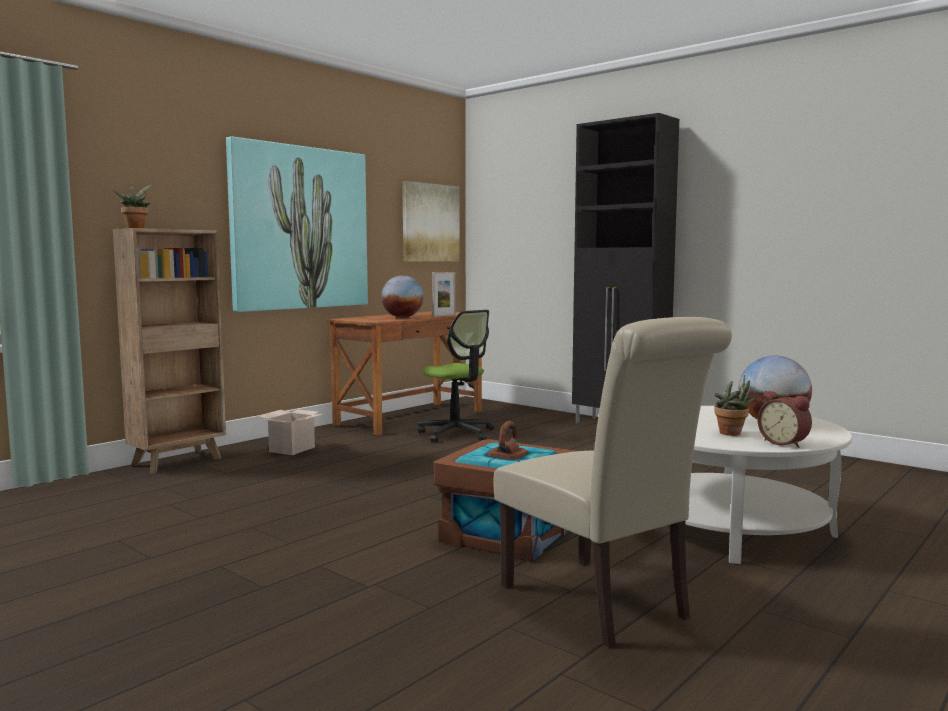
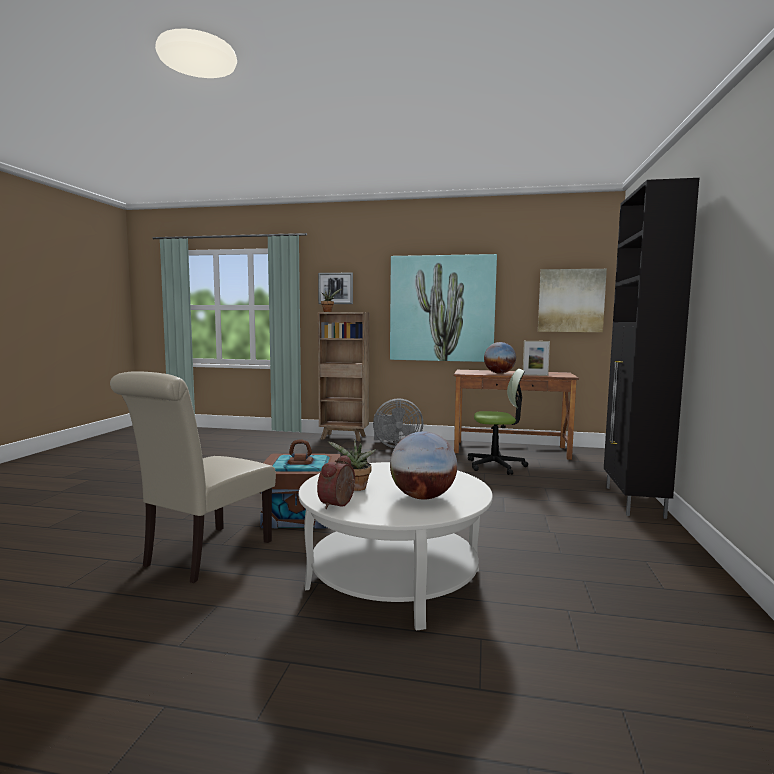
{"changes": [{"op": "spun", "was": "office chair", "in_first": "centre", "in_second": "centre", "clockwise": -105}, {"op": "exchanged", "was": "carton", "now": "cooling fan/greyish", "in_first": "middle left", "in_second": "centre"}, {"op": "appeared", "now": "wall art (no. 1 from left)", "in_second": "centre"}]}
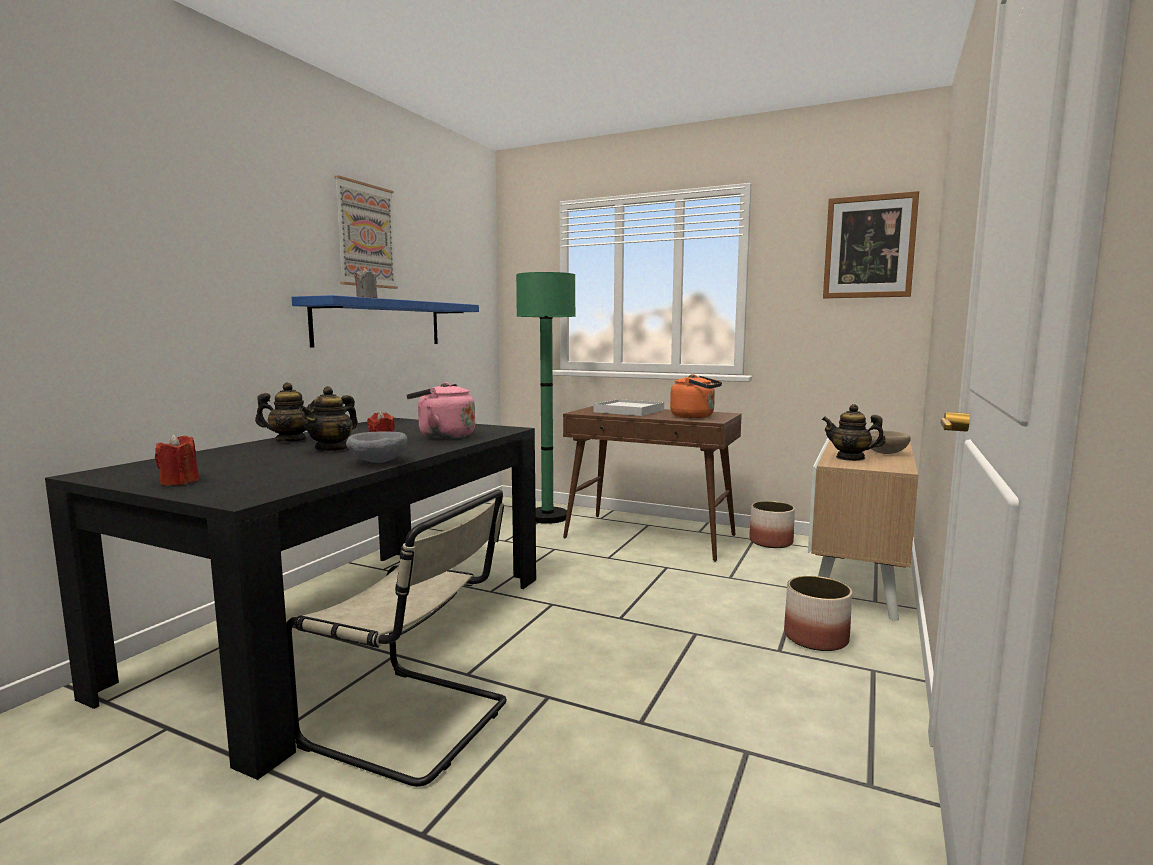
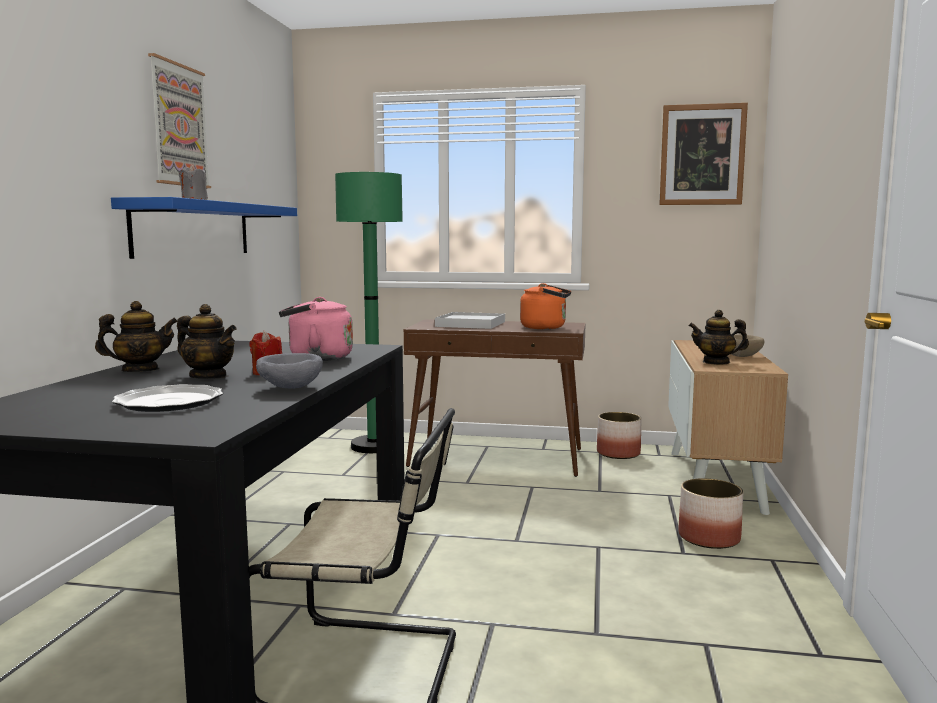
{"changes": [{"op": "spun", "was": "teapot (no. 2 from left)", "in_first": "middle left", "in_second": "middle left", "clockwise": -75}, {"op": "missing", "was": "wax light/red-coloured (no. 1 from left)", "in_first": "middle left"}, {"op": "appeared", "now": "flat dish", "in_second": "middle left"}]}
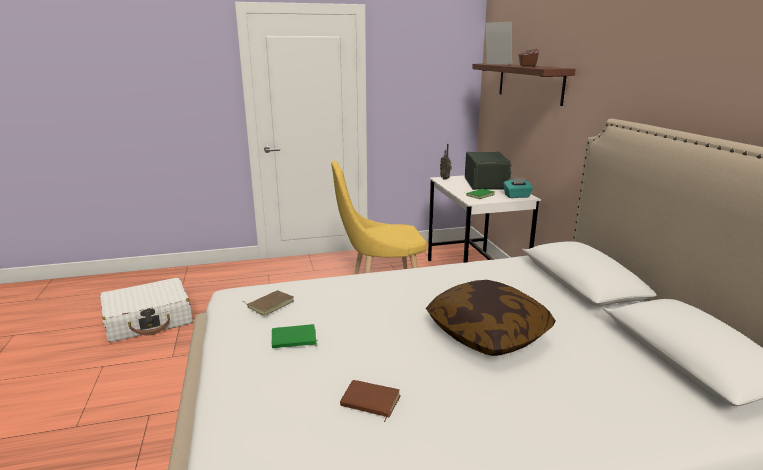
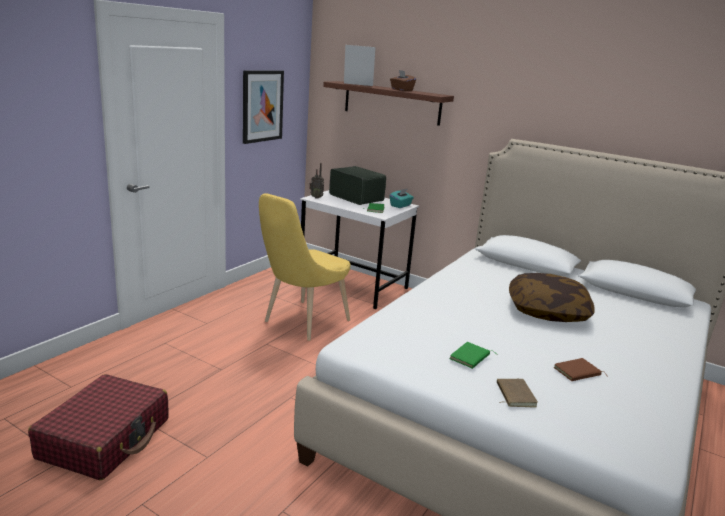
{"changes": [{"op": "colour", "was": "travel case/white", "now": "travel case/red-coloured", "in_first": "middle left", "in_second": "bottom left"}, {"op": "relocated", "was": "book/brown-coloured (no. 1 from left)", "in_first": "centre", "in_second": "bottom right"}, {"op": "appeared", "now": "wall art", "in_second": "top centre"}]}
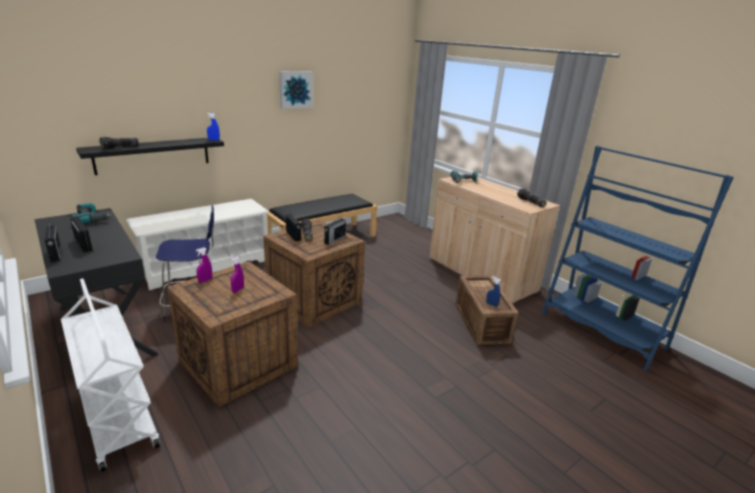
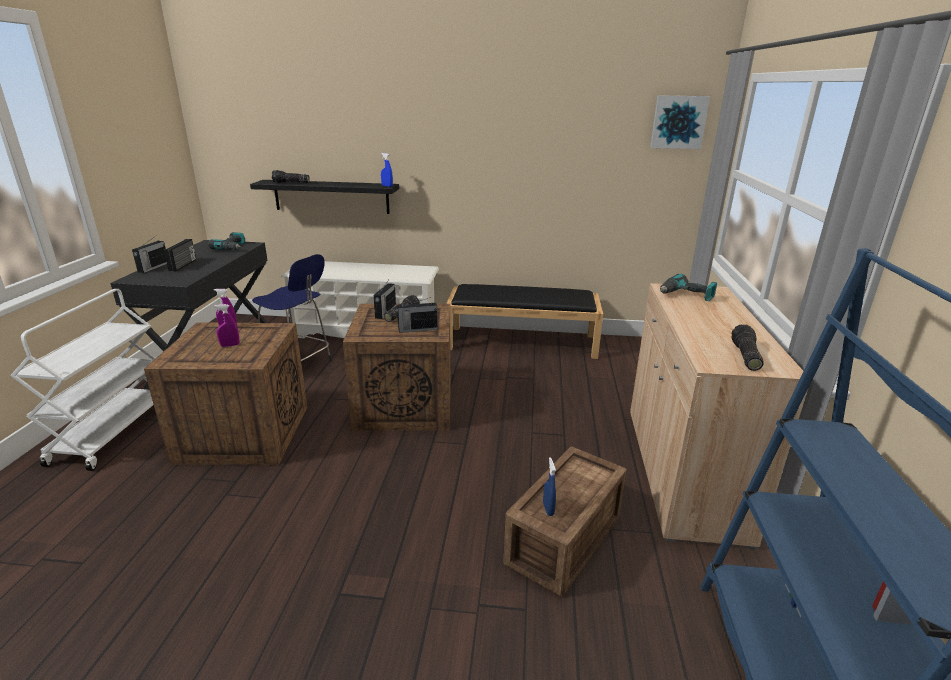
{"changes": [{"op": "relocated", "was": "wall art", "in_first": "top centre", "in_second": "top right"}]}
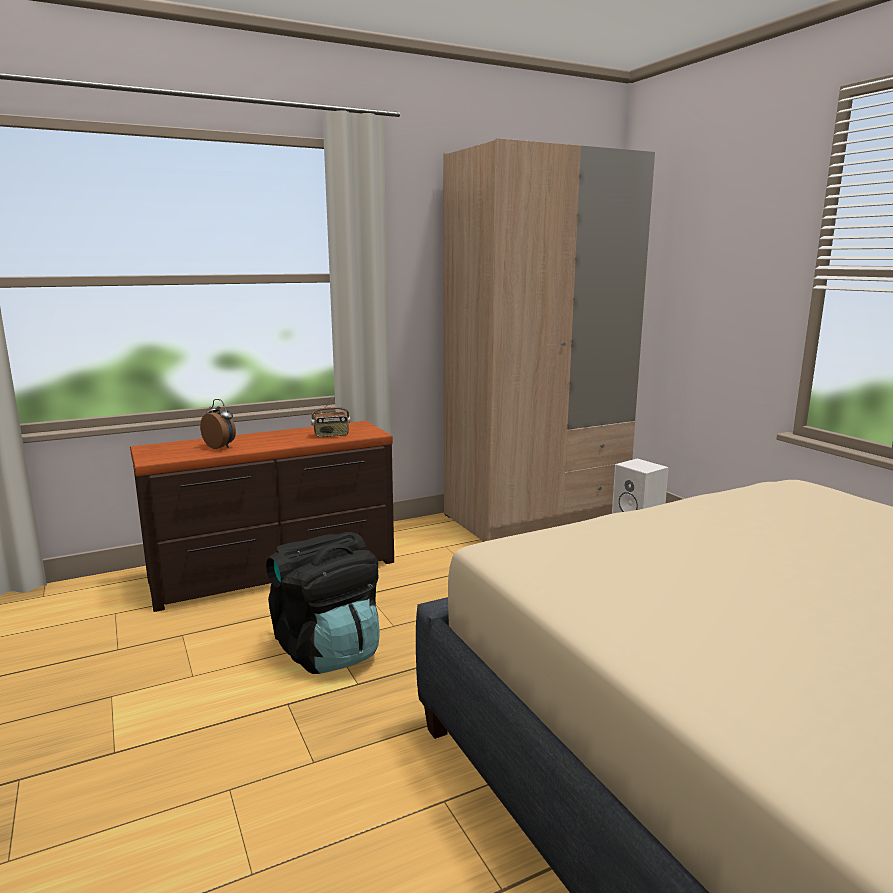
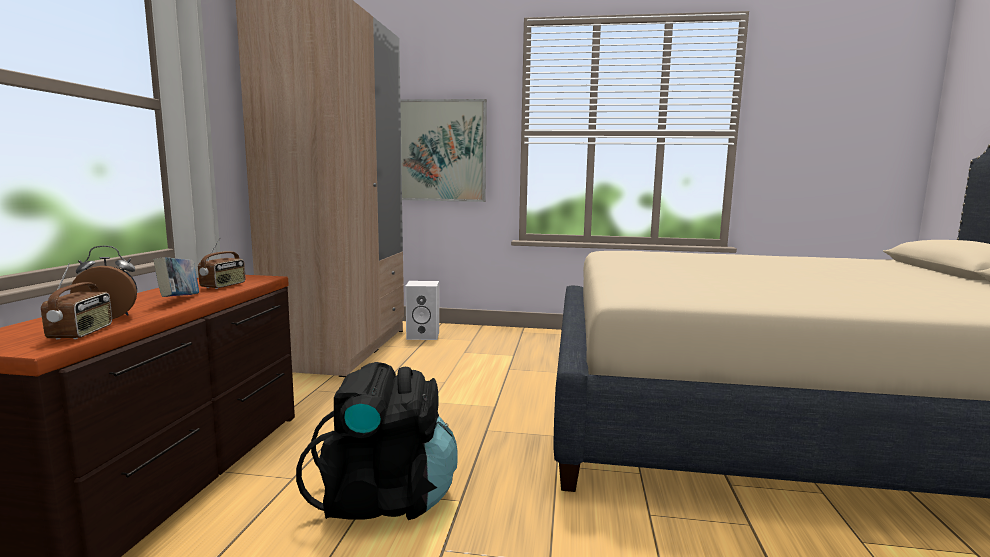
{"changes": [{"op": "appeared", "now": "wall art", "in_second": "top centre"}, {"op": "appeared", "now": "book", "in_second": "middle left"}, {"op": "appeared", "now": "radio (no. 1 from left)", "in_second": "middle left"}]}
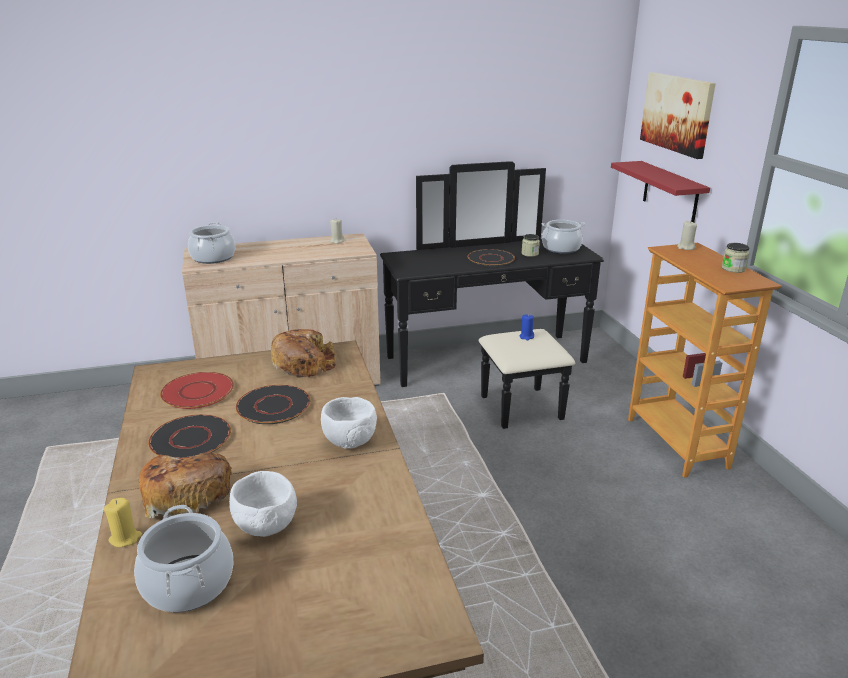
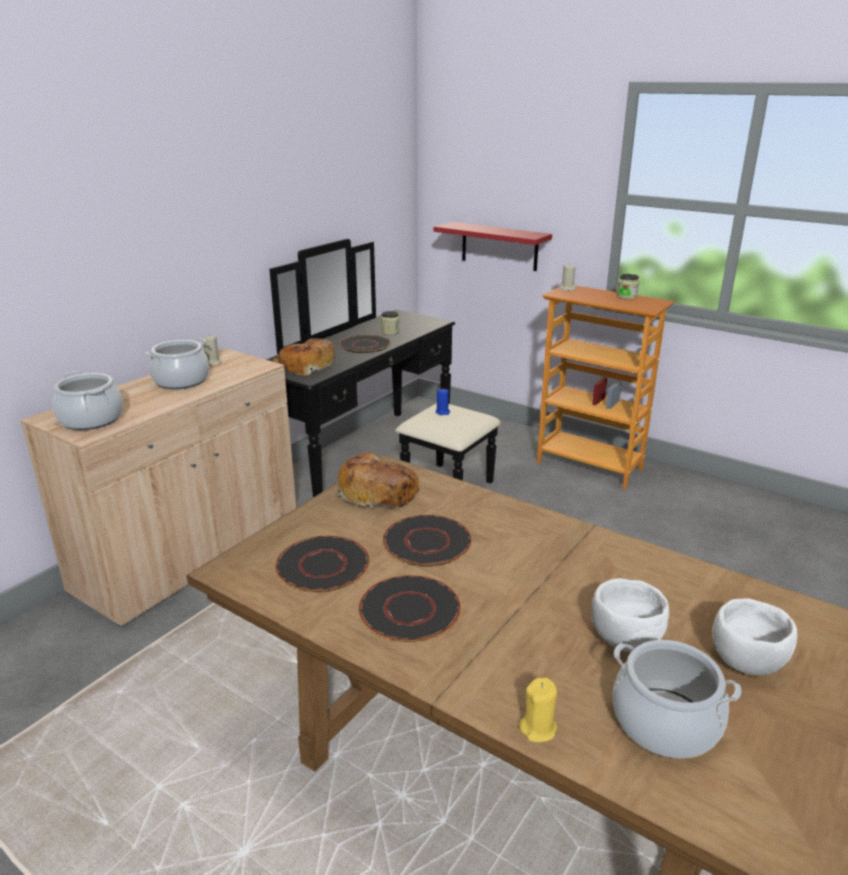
{"changes": [{"op": "missing", "was": "wall art", "in_first": "top right"}, {"op": "relocated", "was": "stockpot (no. 3 from left in the first image)", "now": "stockpot (no. 2 from left)", "in_first": "centre", "in_second": "middle left"}, {"op": "colour", "was": "flat dish/red-coloured", "now": "flat dish/blackish (no. 1 from left)", "in_first": "middle left", "in_second": "centre"}, {"op": "relocated", "was": "bowl/white (no. 2 from left)", "in_first": "centre", "in_second": "bottom right"}, {"op": "relocated", "was": "bakery bread (no. 1 from left)", "in_first": "bottom left", "in_second": "centre"}]}
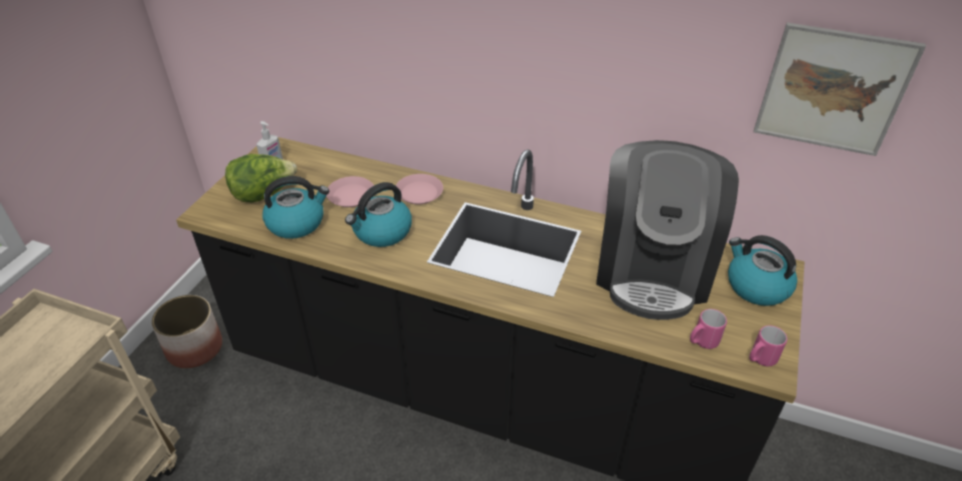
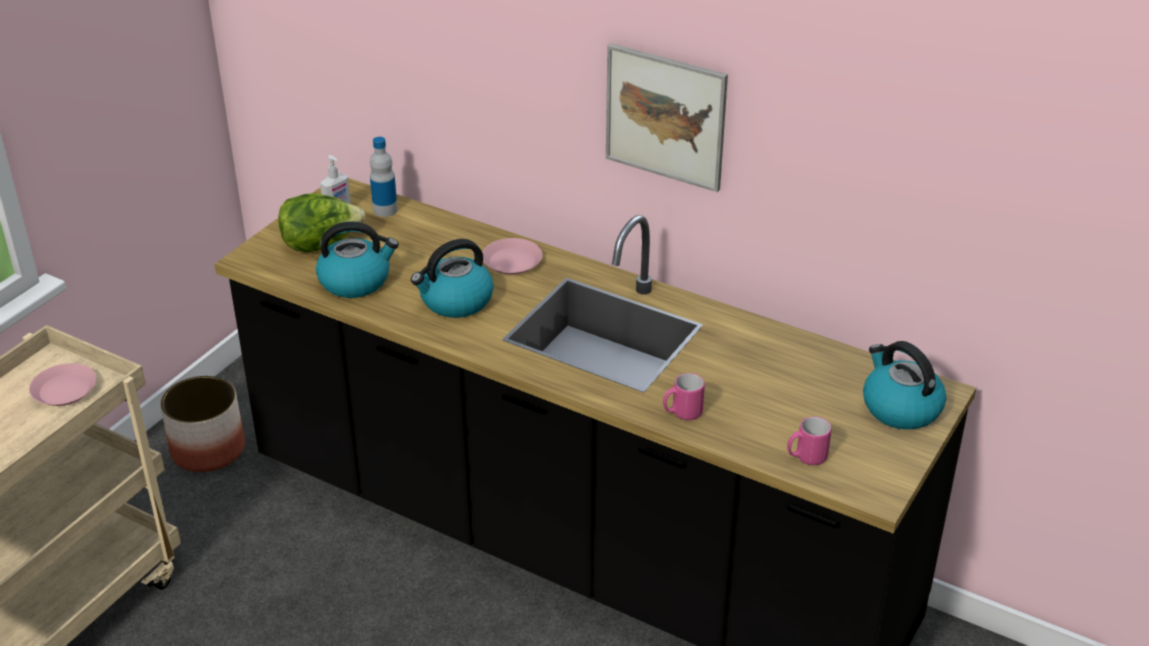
{"changes": [{"op": "relocated", "was": "wall art", "in_first": "top right", "in_second": "top centre"}, {"op": "missing", "was": "coffee maker", "in_first": "middle right"}, {"op": "relocated", "was": "flat dish/pink (no. 1 from left)", "in_first": "centre", "in_second": "middle left"}, {"op": "relocated", "was": "tea mug/pink (no. 2 from left in the first image)", "now": "tea mug/pink (no. 1 from left)", "in_first": "bottom right", "in_second": "centre"}, {"op": "appeared", "now": "beverage bottle", "in_second": "top centre"}]}
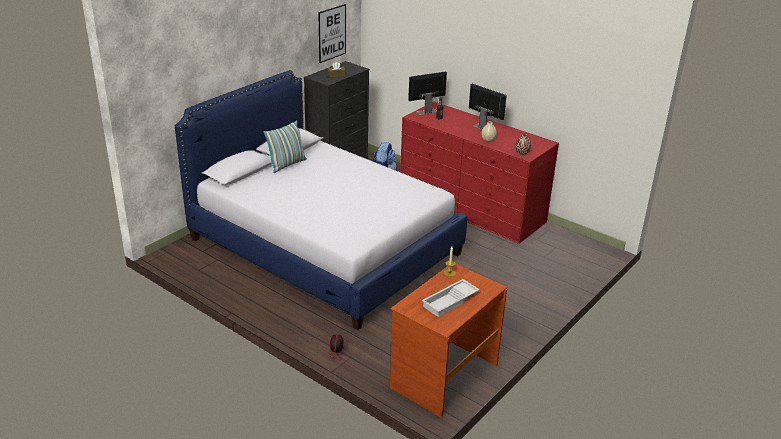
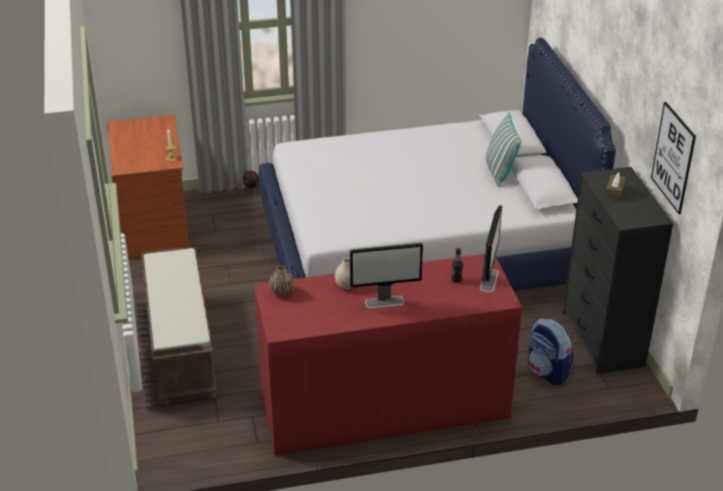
{"changes": [{"op": "missing", "was": "tray/white", "in_first": "bottom centre"}, {"op": "appeared", "now": "bench/brown-coloured", "in_second": "middle left"}]}
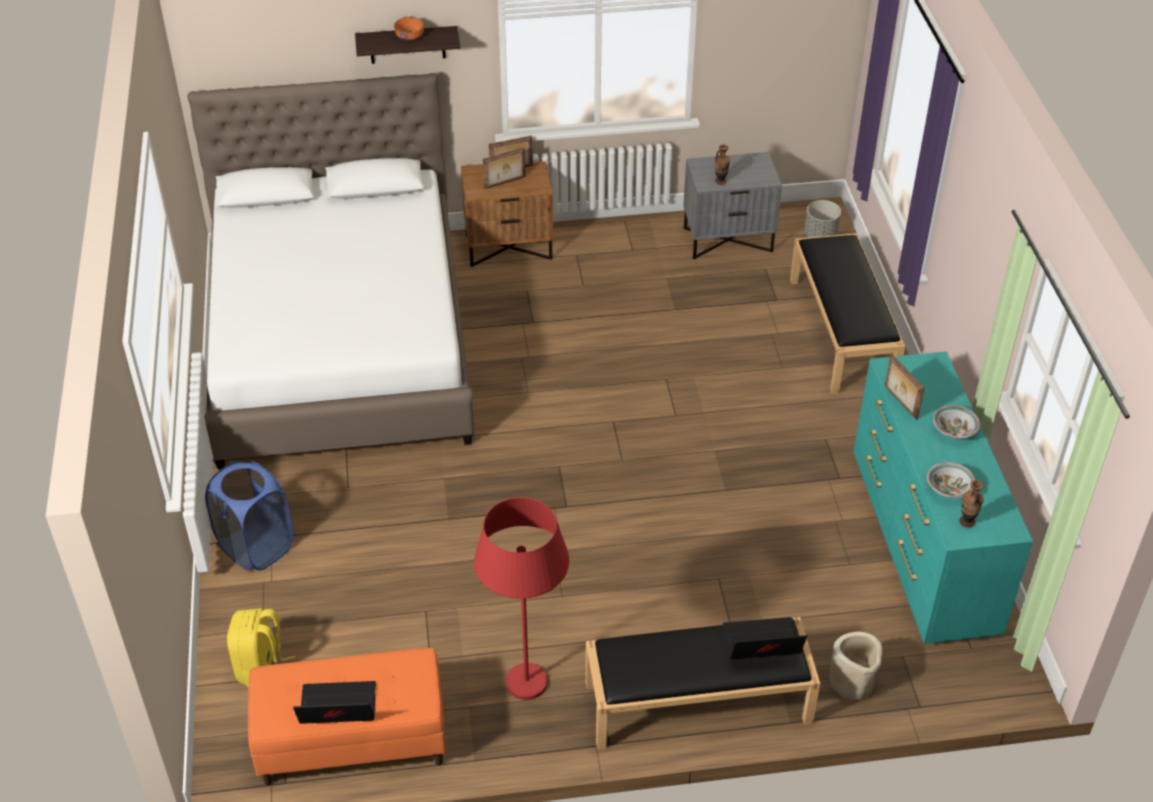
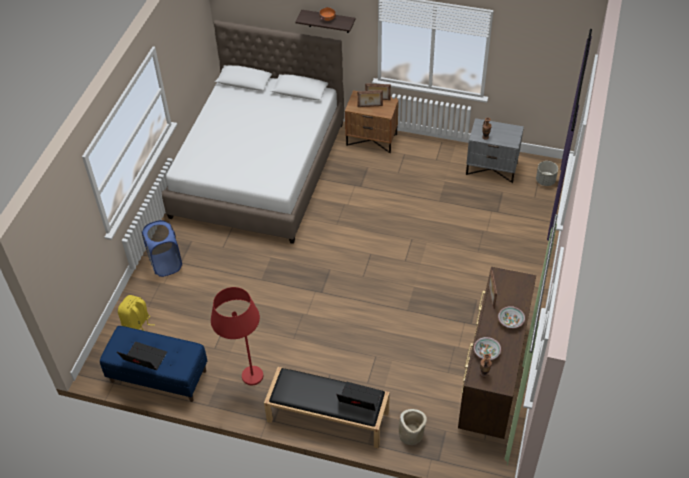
{"changes": [{"op": "missing", "was": "bench/blackish (no. 2 from left)", "in_first": "middle right"}, {"op": "colour", "was": "dresser/turquoise", "now": "dresser/brown-coloured", "in_first": "middle right", "in_second": "bottom right"}, {"op": "colour", "was": "bench/orange", "now": "bench/blue-coloured", "in_first": "bottom left", "in_second": "bottom left"}]}
